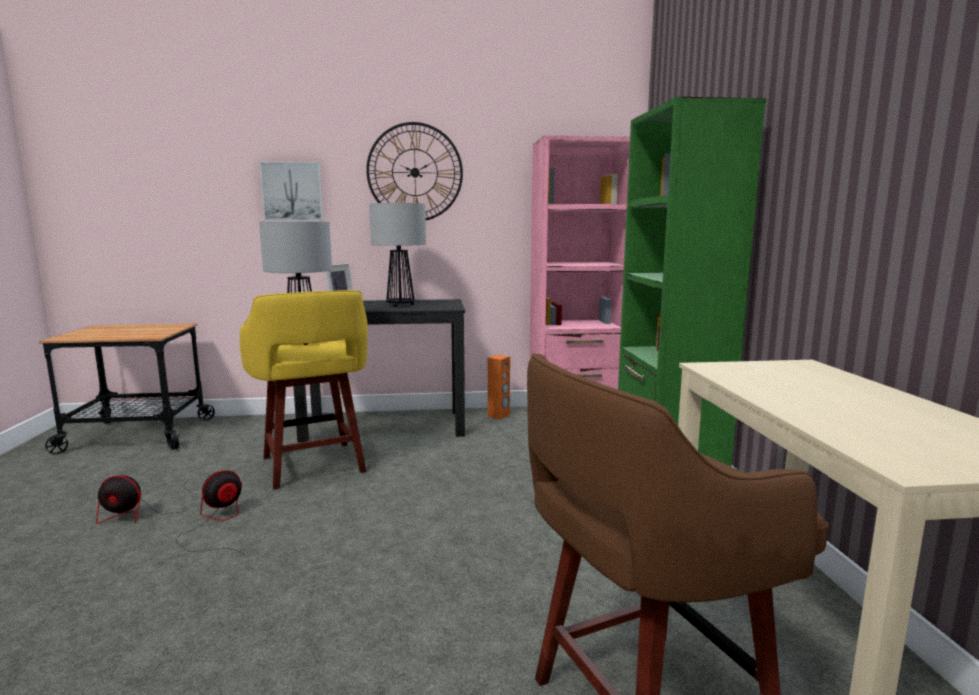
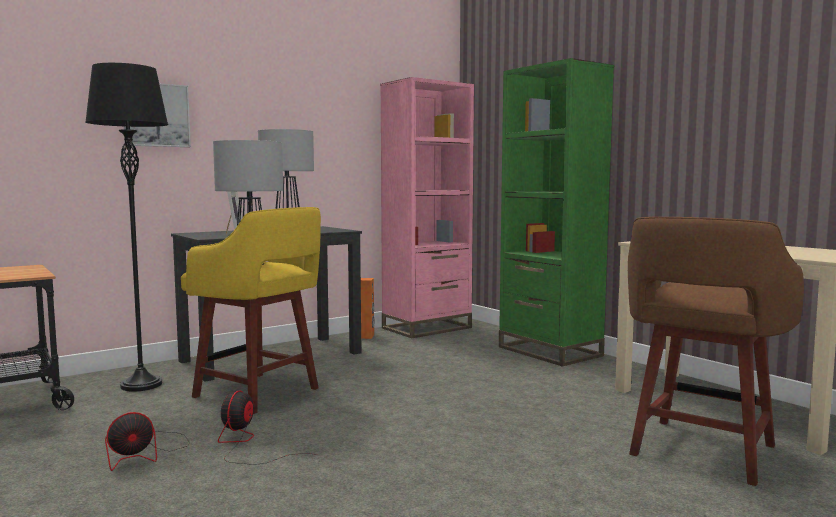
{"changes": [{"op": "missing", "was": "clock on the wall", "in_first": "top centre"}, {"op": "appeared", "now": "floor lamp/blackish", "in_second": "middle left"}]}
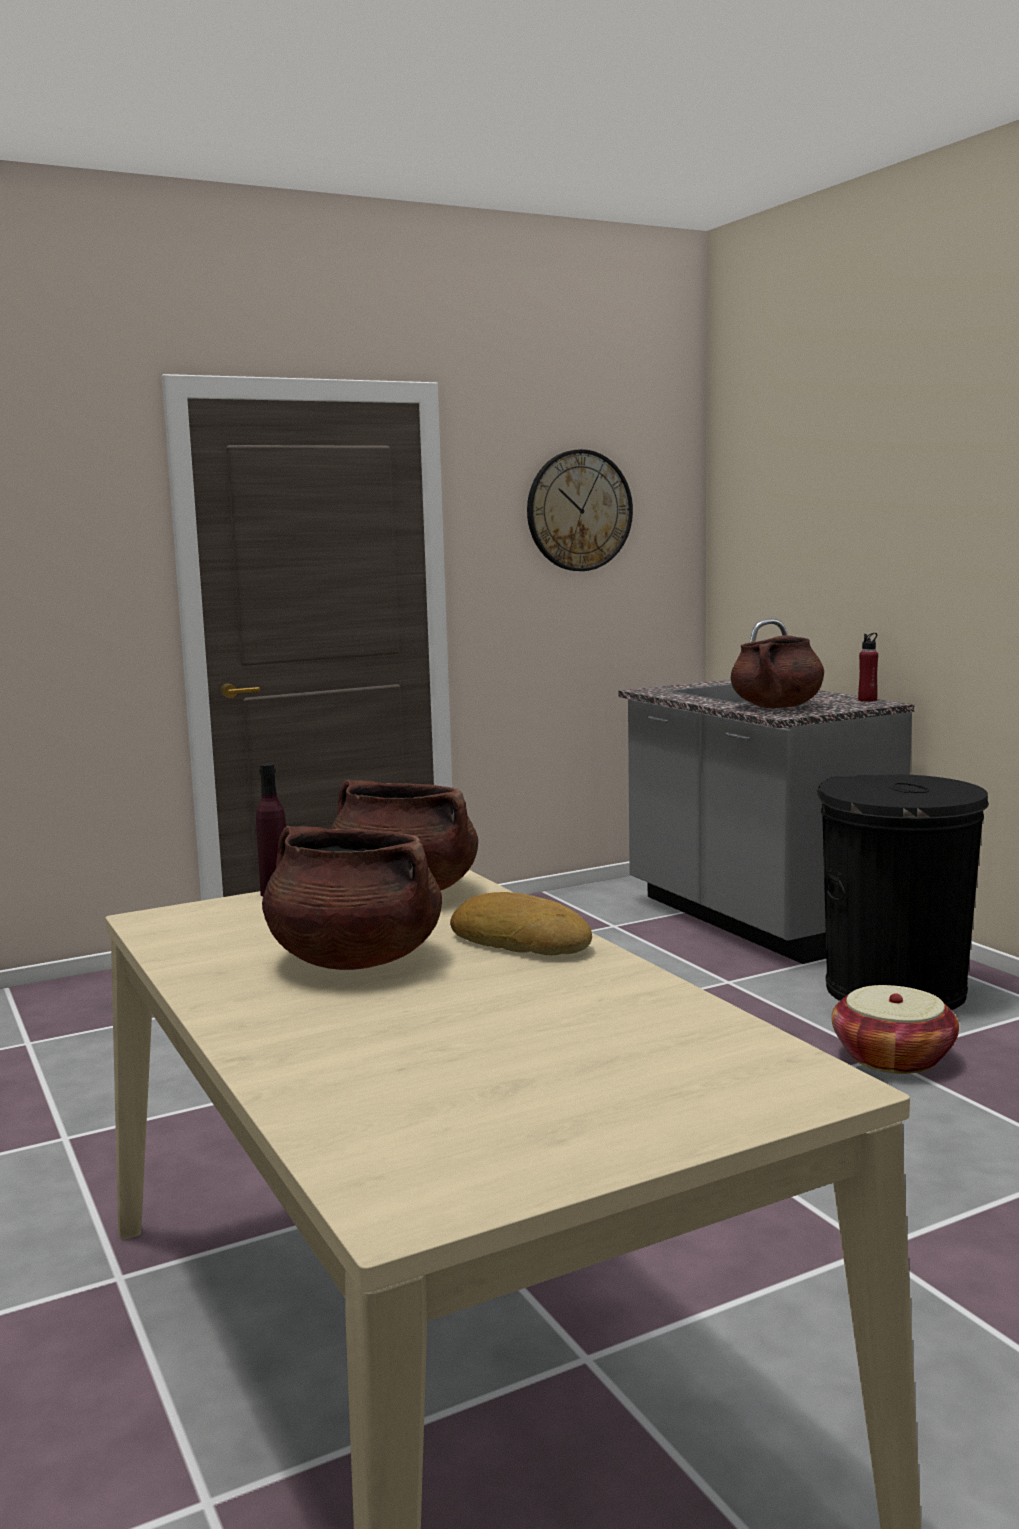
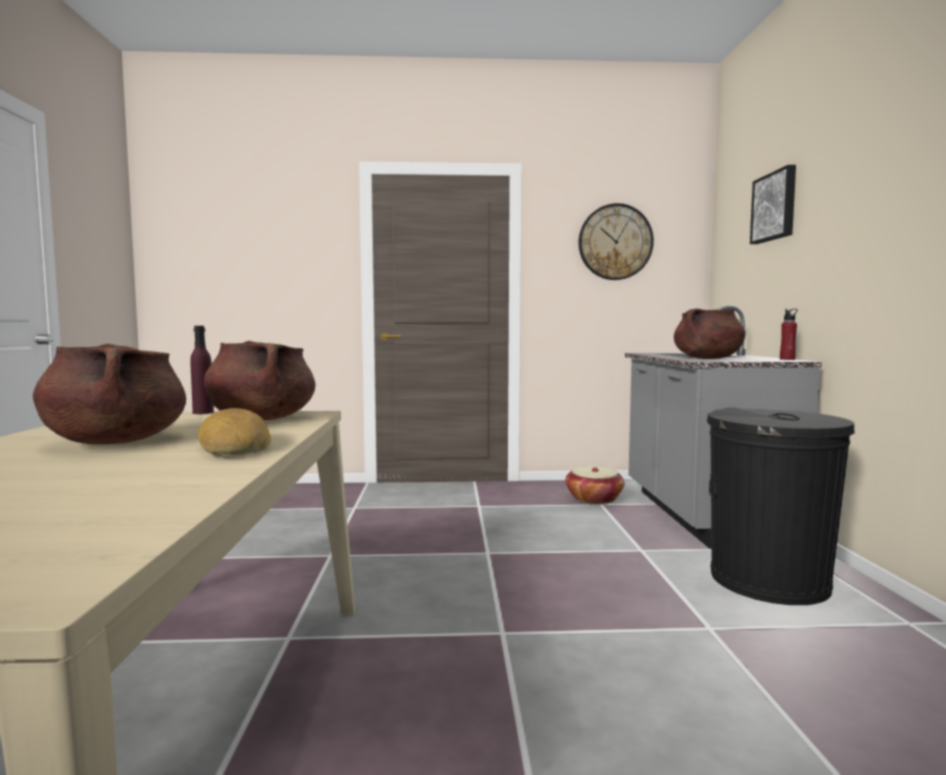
{"changes": [{"op": "relocated", "was": "household basket", "in_first": "bottom right", "in_second": "centre"}, {"op": "appeared", "now": "wall art", "in_second": "top right"}]}
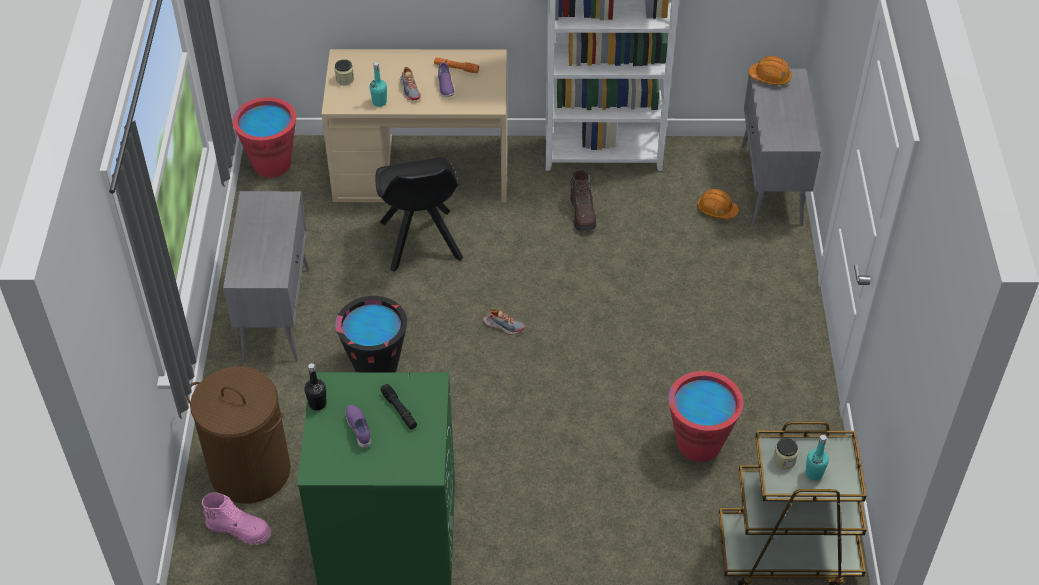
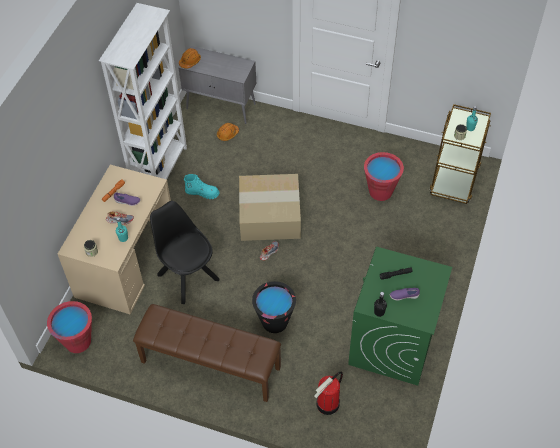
{"changes": [{"op": "spun", "was": "plain chair/blackish", "in_first": "centre", "in_second": "middle left", "clockwise": -135}, {"op": "colour", "was": "tall boot/brown-coloured", "now": "tall boot/turquoise", "in_first": "centre", "in_second": "centre"}, {"op": "exchanged", "was": "cupboard/greyish (no. 1 from left)", "now": "bench/brown-coloured", "in_first": "middle left", "in_second": "bottom centre"}, {"op": "exchanged", "was": "hamper/brown-coloured", "now": "extinguisher", "in_first": "bottom left", "in_second": "bottom centre"}, {"op": "missing", "was": "tall boot/pink", "in_first": "bottom left"}, {"op": "appeared", "now": "carton", "in_second": "centre"}]}
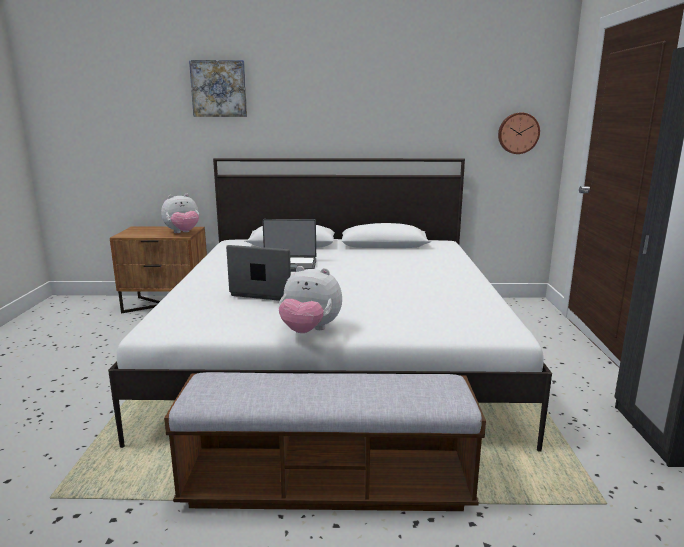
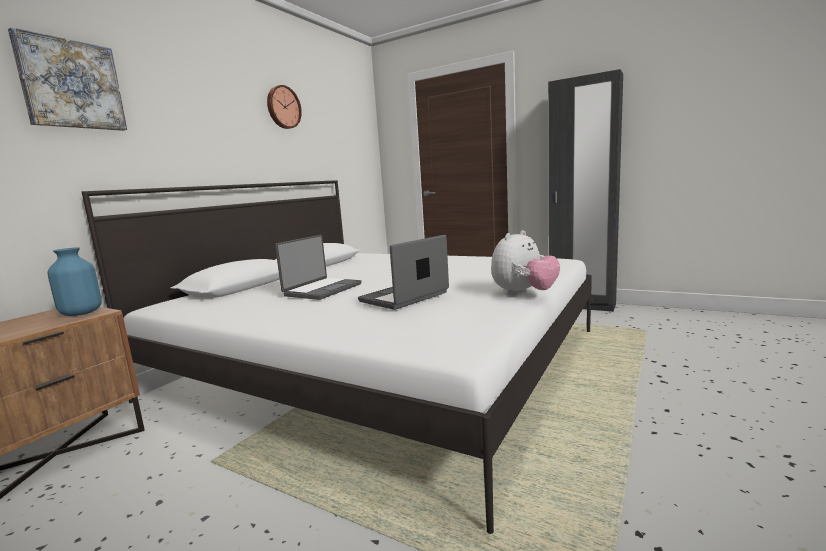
{"changes": [{"op": "relocated", "was": "clock on the wall", "in_first": "top right", "in_second": "top centre"}, {"op": "exchanged", "was": "cuddly toy (no. 1 from left)", "now": "decorative vase/blue-coloured", "in_first": "middle left", "in_second": "middle left"}, {"op": "missing", "was": "bench", "in_first": "bottom centre"}]}
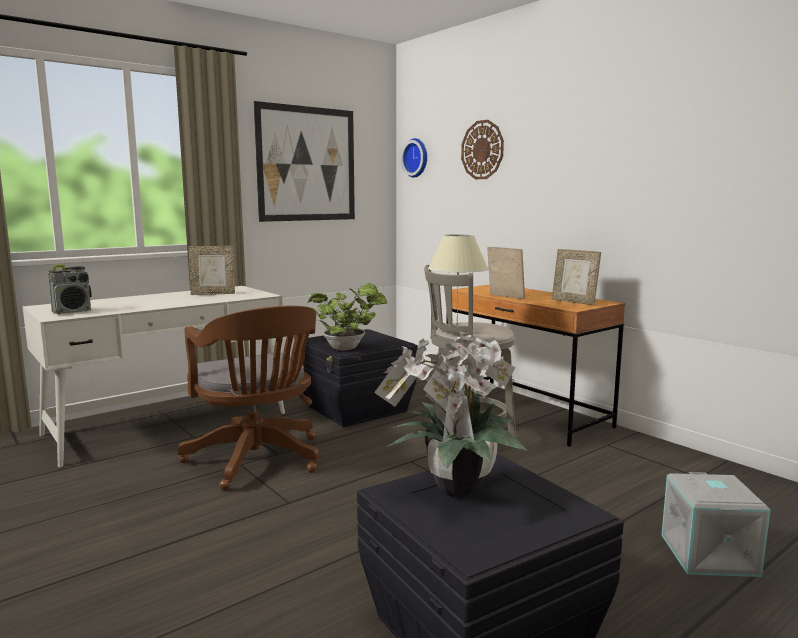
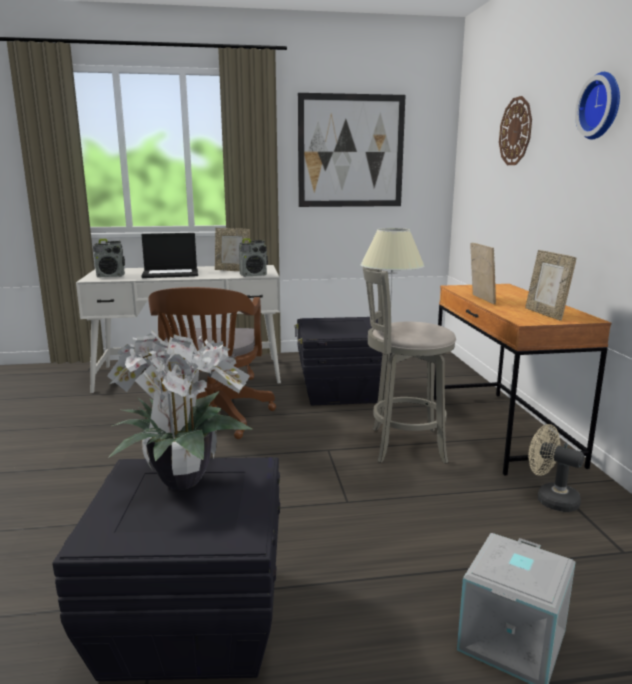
{"changes": [{"op": "relocated", "was": "clock on the wall (no. 1 from left in the first image)", "now": "clock on the wall (no. 2 from left)", "in_first": "top centre", "in_second": "top right"}, {"op": "missing", "was": "houseplant (no. 1 from left)", "in_first": "centre"}, {"op": "appeared", "now": "portable computer", "in_second": "middle left"}, {"op": "appeared", "now": "radio (no. 2 from left)", "in_second": "centre"}, {"op": "appeared", "now": "cooling fan/sand-coloured", "in_second": "bottom right"}]}
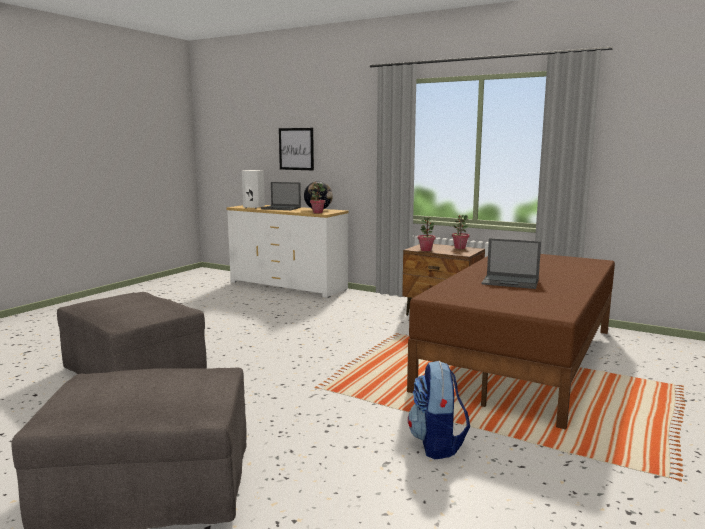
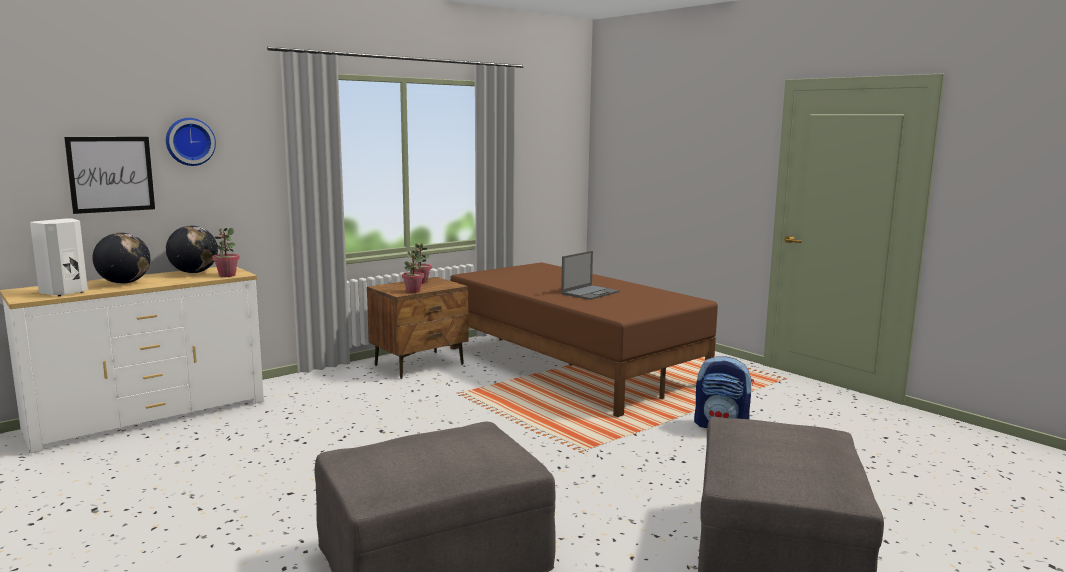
{"changes": [{"op": "exchanged", "was": "portable computer (no. 1 from left)", "now": "desk globe (no. 1 from left)", "in_first": "centre", "in_second": "middle left"}, {"op": "appeared", "now": "clock on the wall", "in_second": "top left"}]}
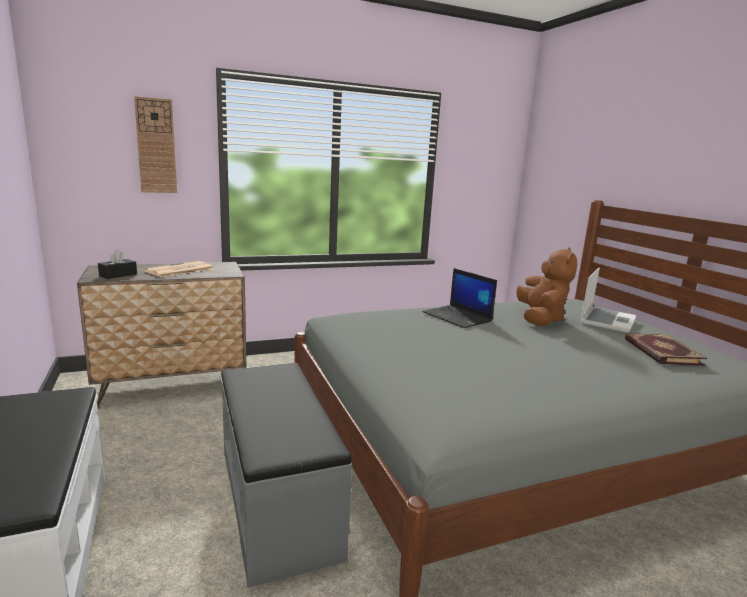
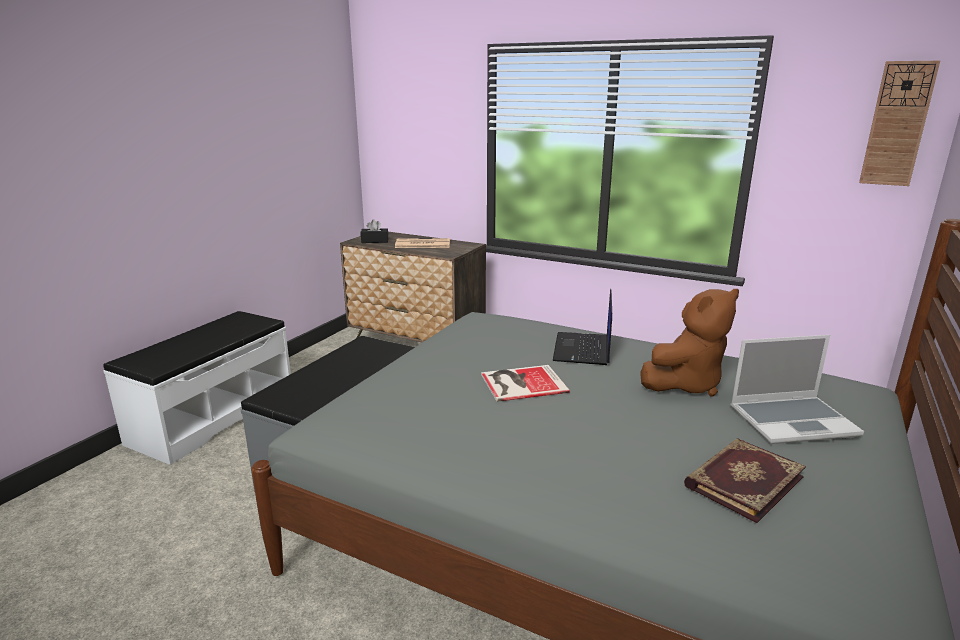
{"changes": [{"op": "relocated", "was": "clock on the wall", "in_first": "top left", "in_second": "top right"}, {"op": "appeared", "now": "book (no. 1 from left)", "in_second": "centre"}]}
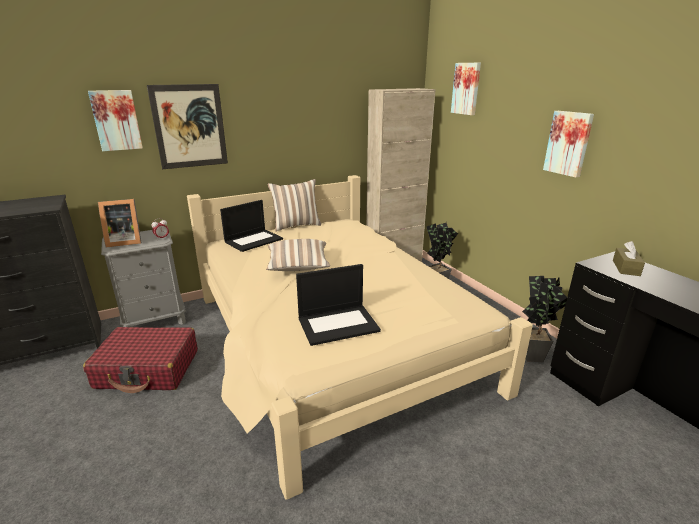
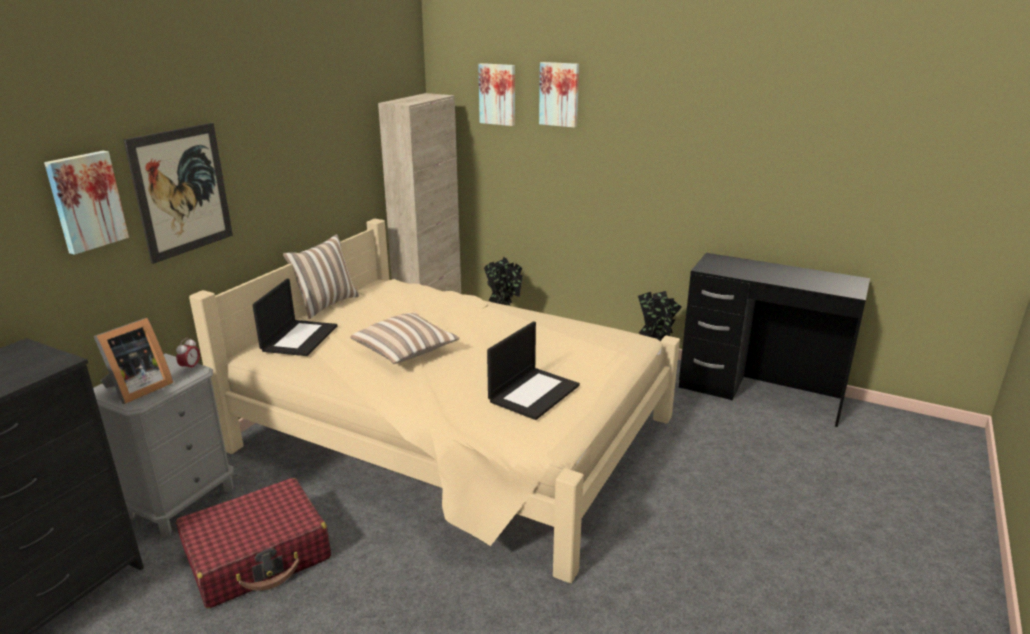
{"changes": [{"op": "relocated", "was": "wall art (no. 4 from left)", "in_first": "top right", "in_second": "top centre"}, {"op": "missing", "was": "box of tissues/brown-coloured", "in_first": "middle right"}]}
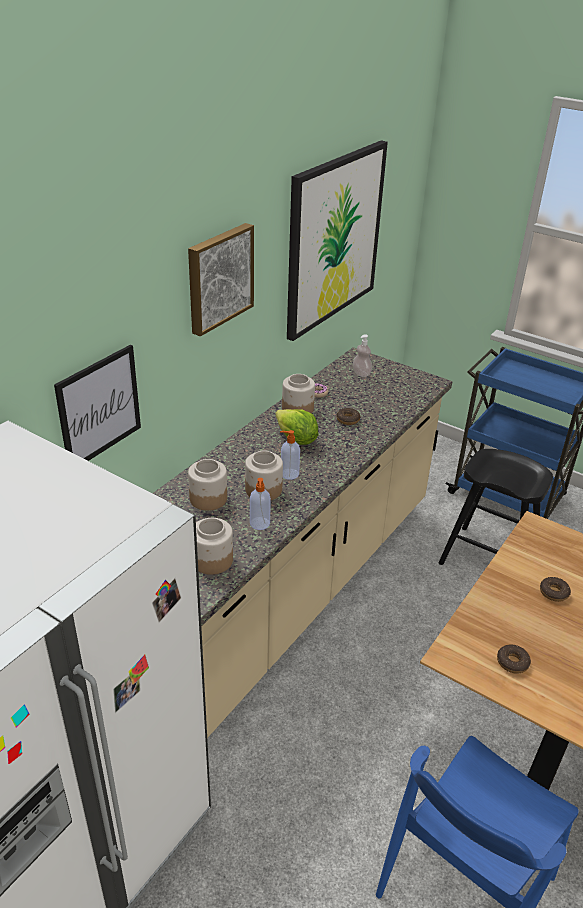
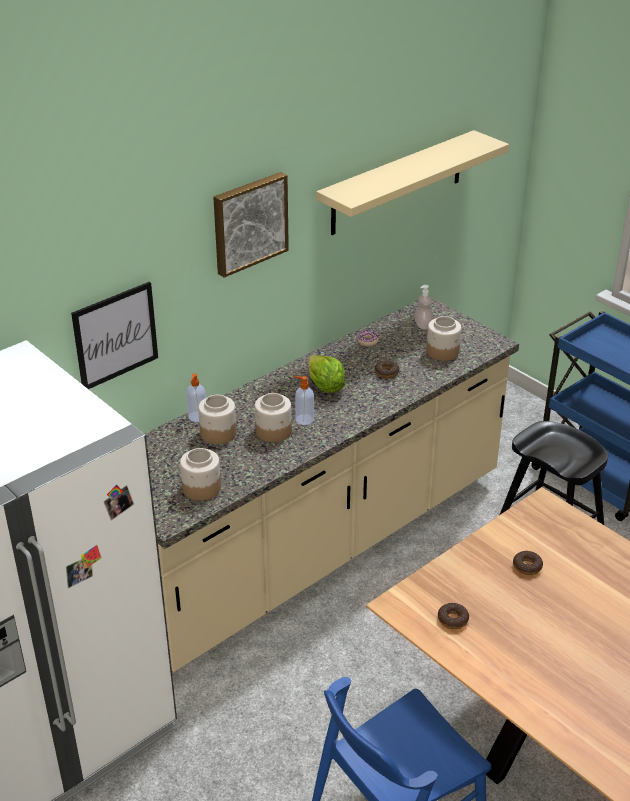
{"changes": [{"op": "exchanged", "was": "wall art (no. 3 from left)", "now": "wall shelf/sand-coloured", "in_first": "top centre", "in_second": "top centre"}, {"op": "relocated", "was": "jar (no. 4 from left)", "in_first": "centre", "in_second": "middle right"}, {"op": "relocated", "was": "soap bottle (no. 1 from left)", "in_first": "centre", "in_second": "middle left"}]}
